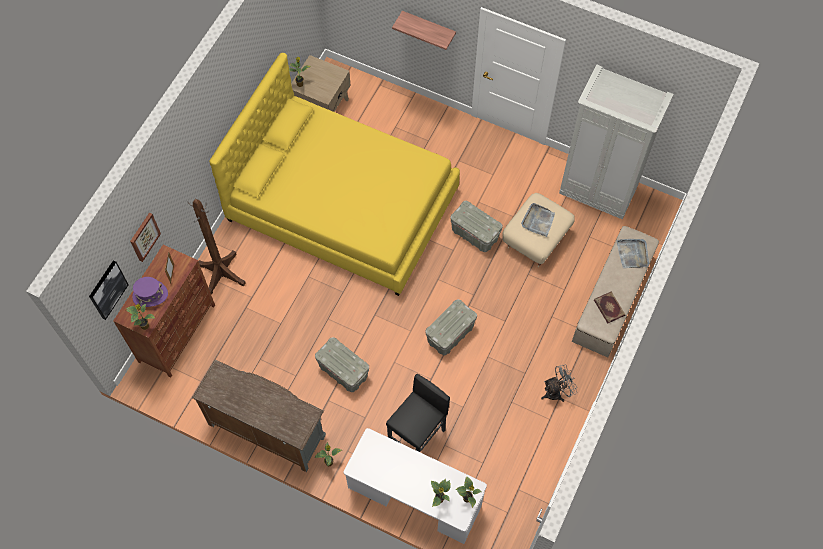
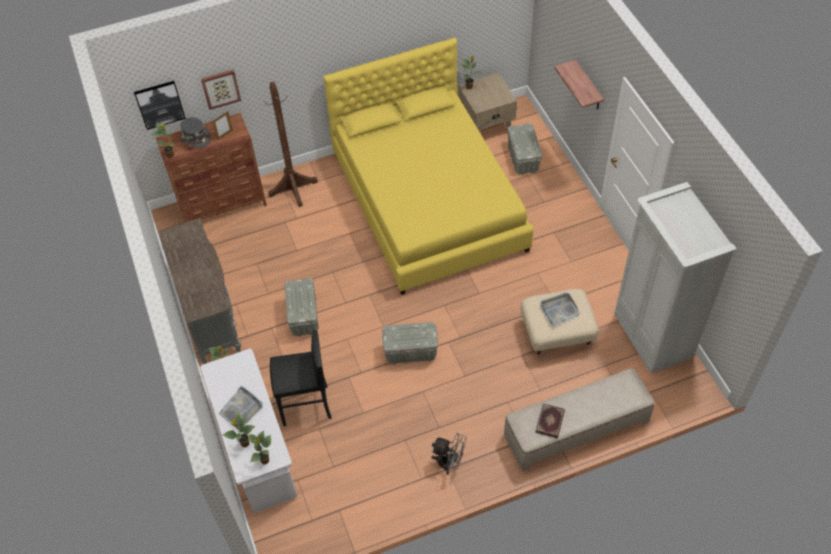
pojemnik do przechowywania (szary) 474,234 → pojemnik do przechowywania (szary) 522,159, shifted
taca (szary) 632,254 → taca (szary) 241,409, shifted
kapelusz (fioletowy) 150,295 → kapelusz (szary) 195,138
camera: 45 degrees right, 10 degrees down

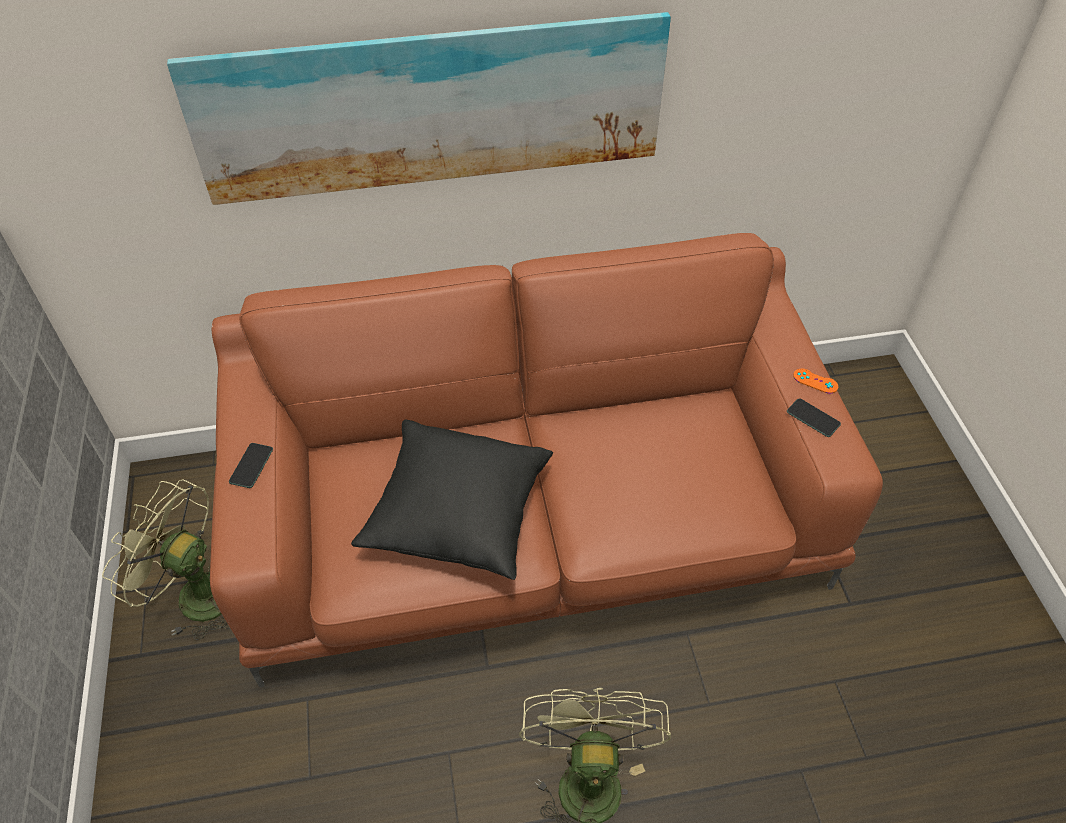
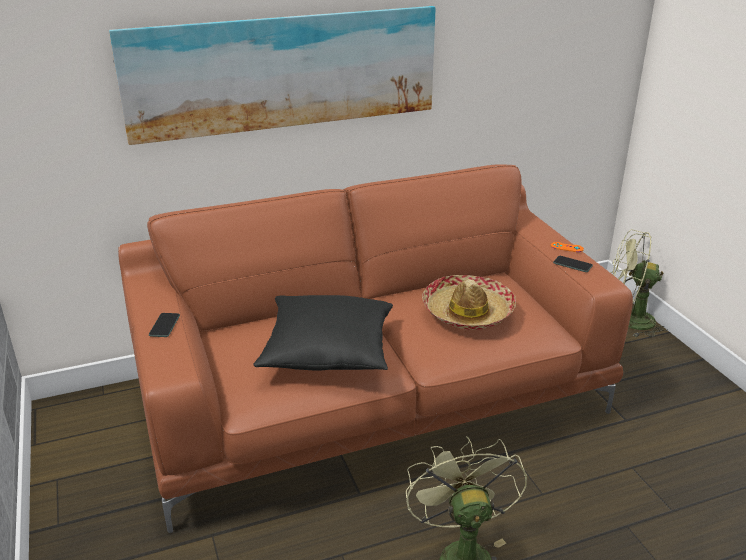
wentylator (zielony) 194,594 → wentylator (zielony) 628,320, shifted
- → kapelusz 468,312
camera: 10 degrees left, 20 degrees down

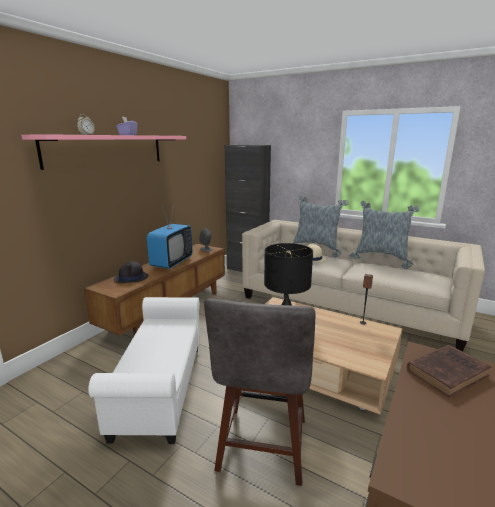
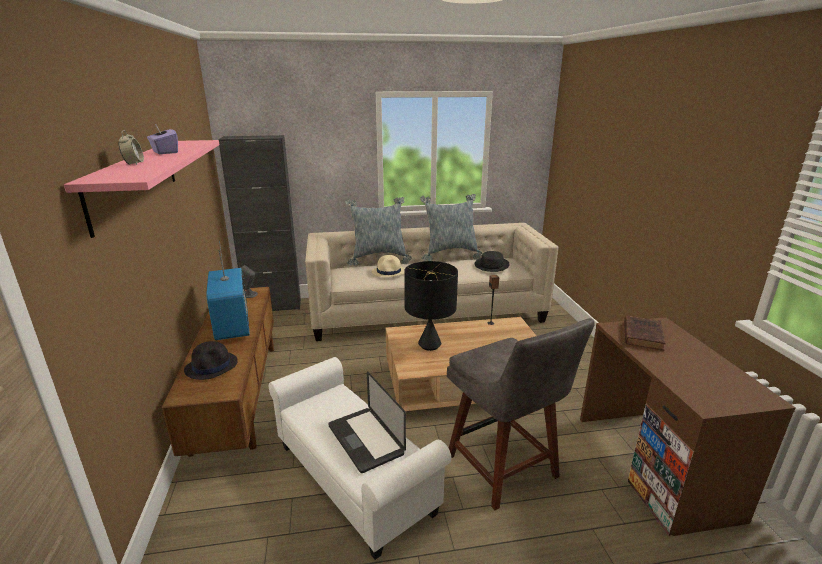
- → kapelusz (czarny) 492,265
- → laptop 365,440
camera: 40 degrees left, 5 degrees up

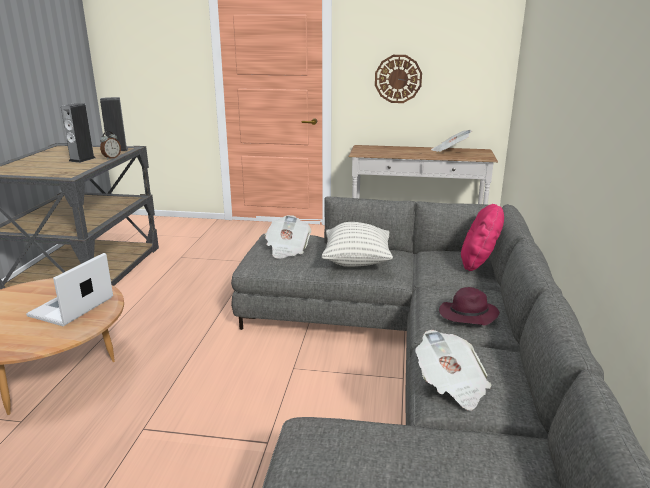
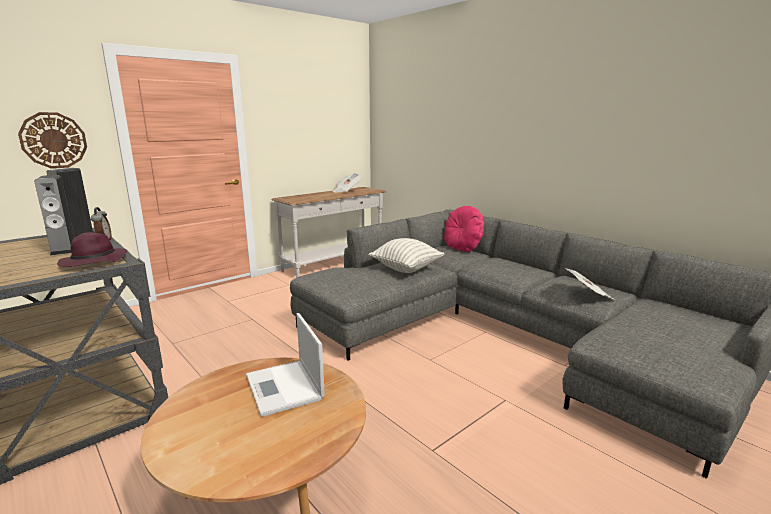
zegar ścienny 398,79 → zegar ścienny 54,140, shifted
gazeta 287,249 → -
kapelusz (fioletowy) 467,315 → kapelusz (fioletowy) 93,262, shifted
camera: 50 degrees left, 5 degrees down

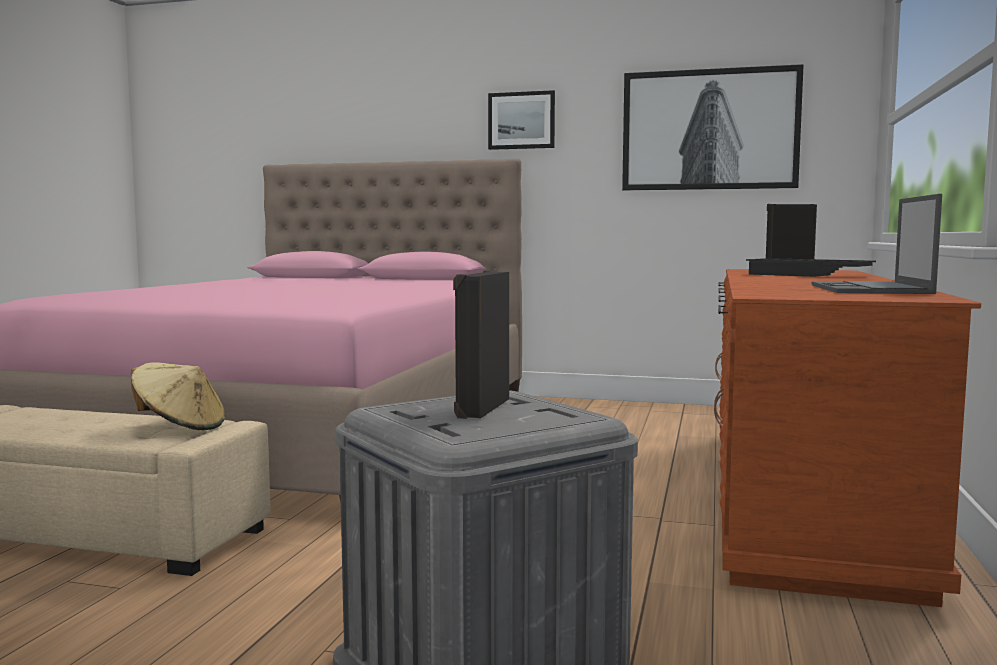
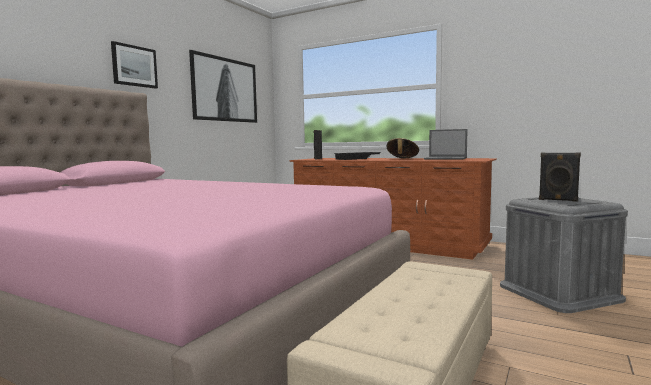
kapelusz (beżowy) 180,426 → kapelusz (beżowy) 402,158, shifted
camera: 75 degrees left, 0 degrees up

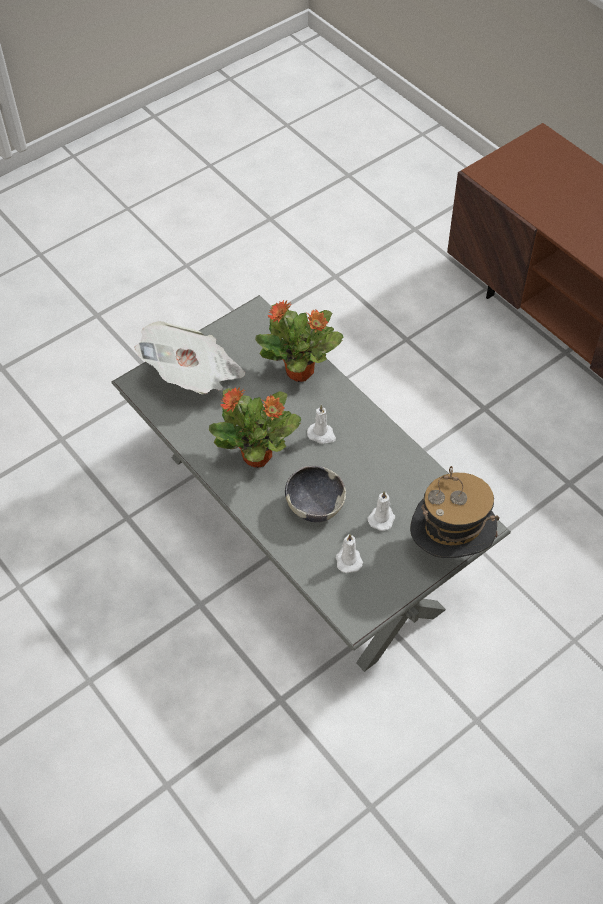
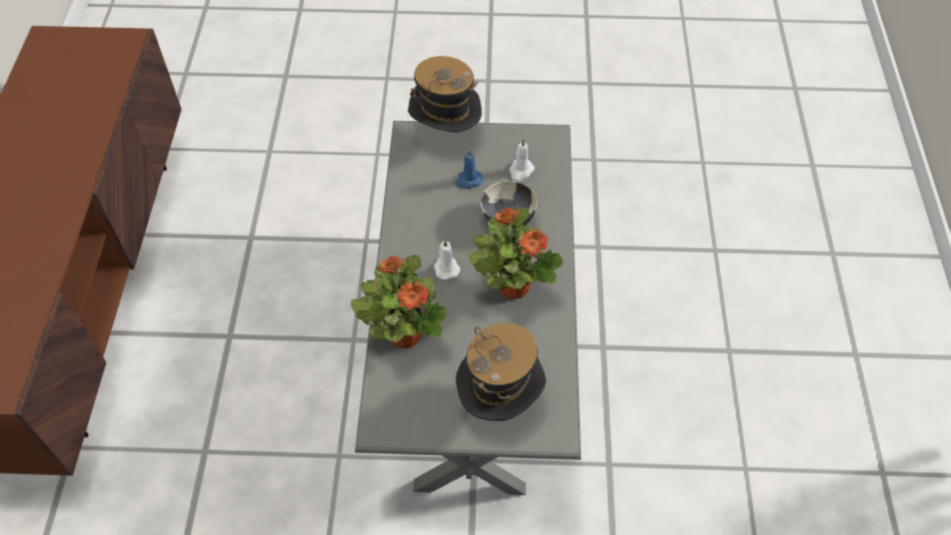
gazeta 193,375 → kapelusz 500,402
świeca (biały) 382,518 → świeca (niebieski) 468,180
camera: 140 degrees left, 0 degrees up

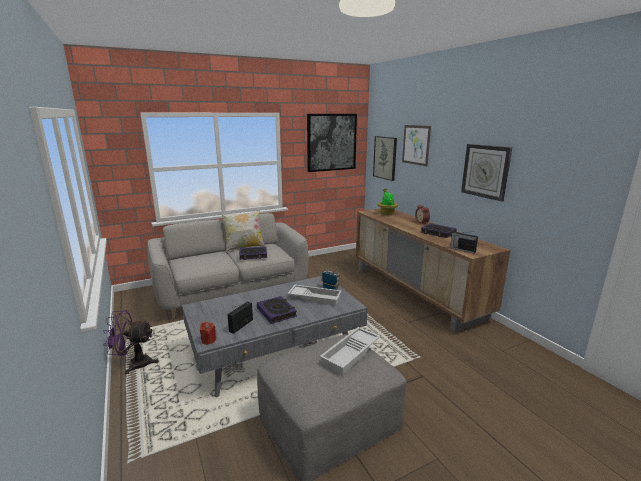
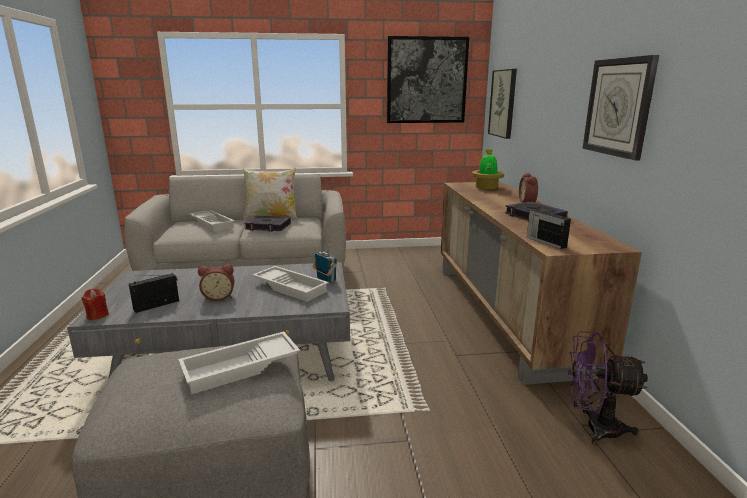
obraz 416,145 → -
książka 276,312 → budzik 219,297
wentylator (fioletowy) 134,364 → wentylator (fioletowy) 593,427, shifted
- → taca (biały) 213,224
camera: 20 degrees right, 0 degrees up

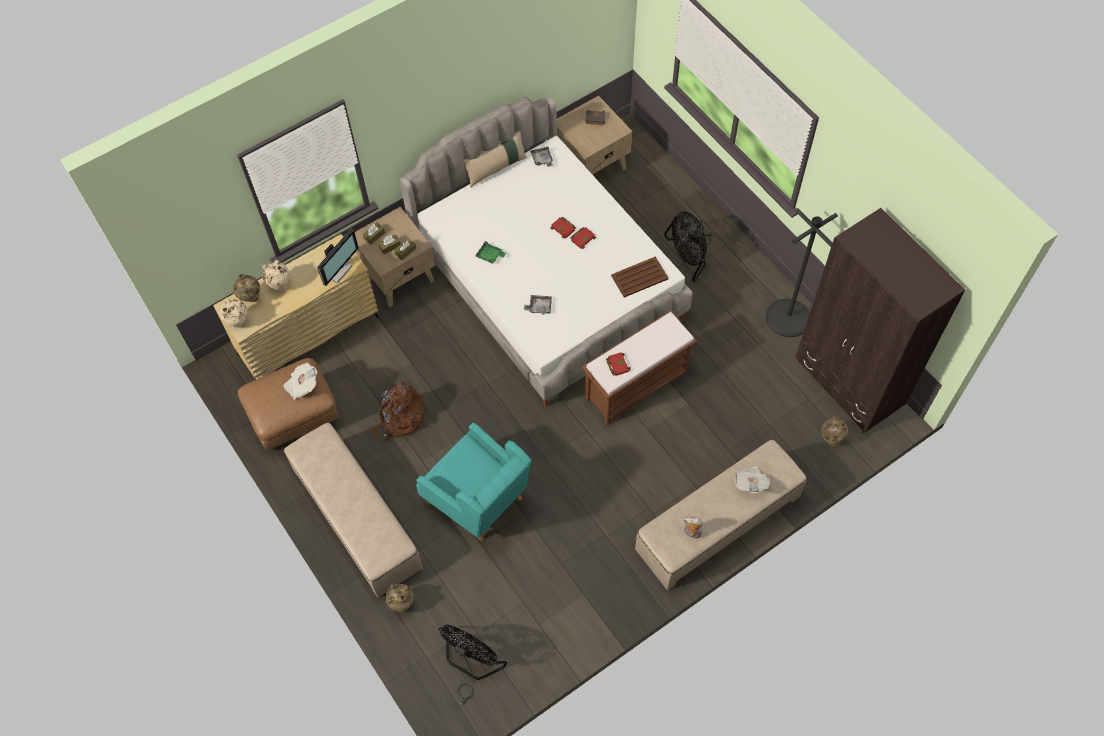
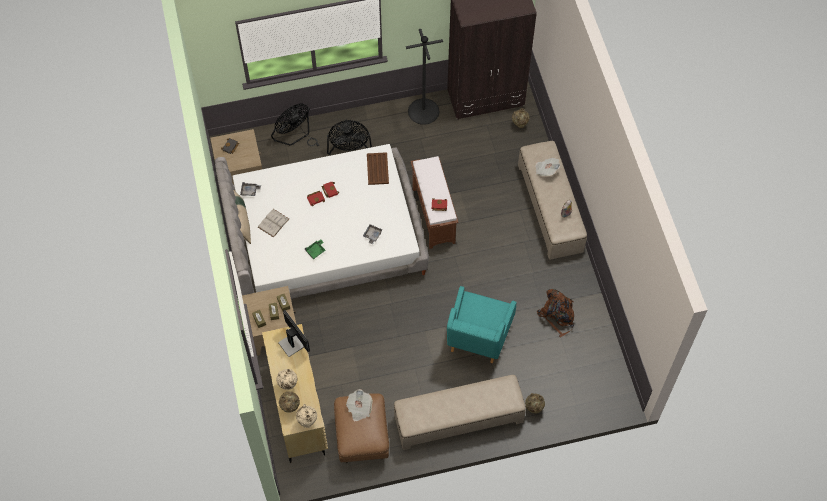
plecak (brązowy) 400,418 → plecak (brązowy) 557,315, shifted
fotel (turkusowy) 479,500 → fotel (turkusowy) 478,338, 135 degrees clockwise
wentylator (czarny) 470,664 → wentylator (czarny) 297,135, shifted
- → książka (biały) 273,223
camera: 70 degrees left, 0 degrees up

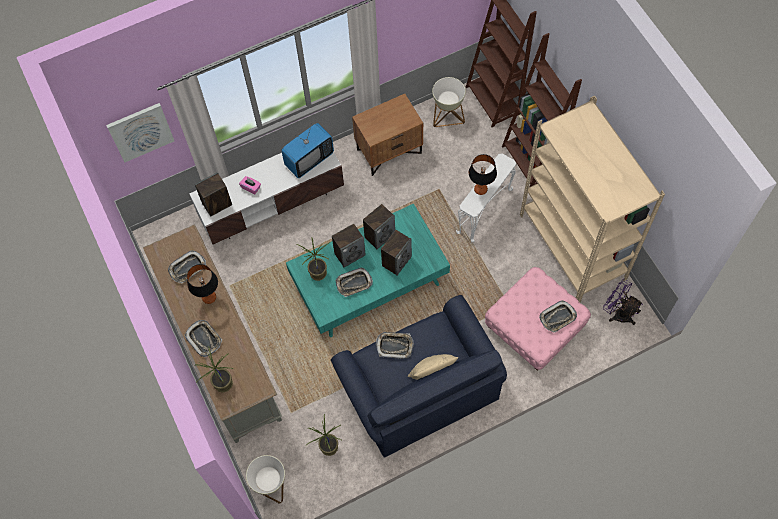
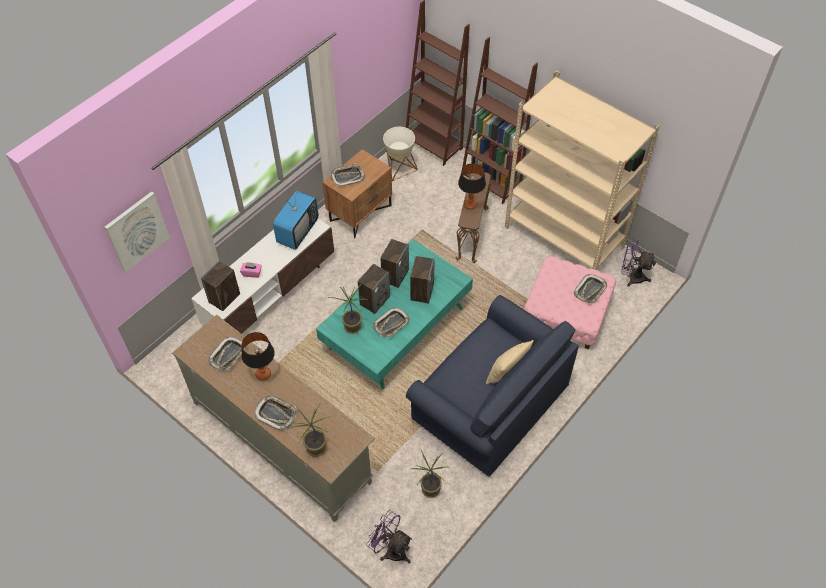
stolik (biały) 484,211 → stolik (brązowy) 472,234
taca 394,346 → taca 348,176, shifted
donica 271,487 → wentylator (fioletowy) 391,549
camera: 25 degrees left, 10 degrees down

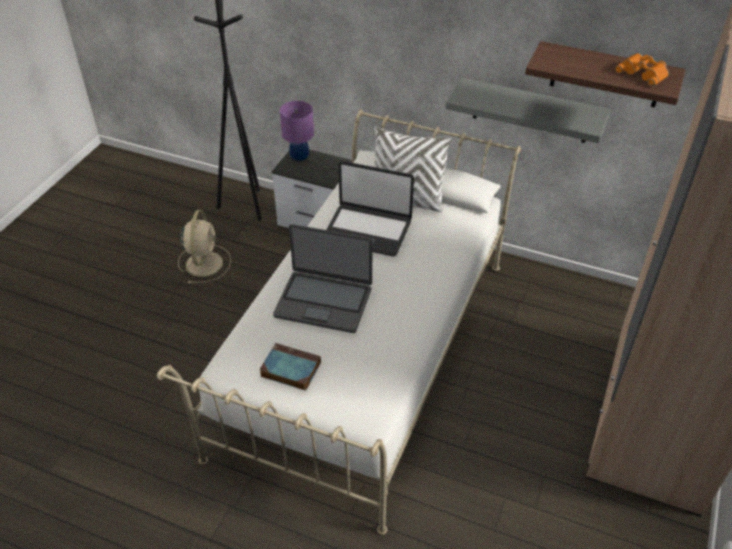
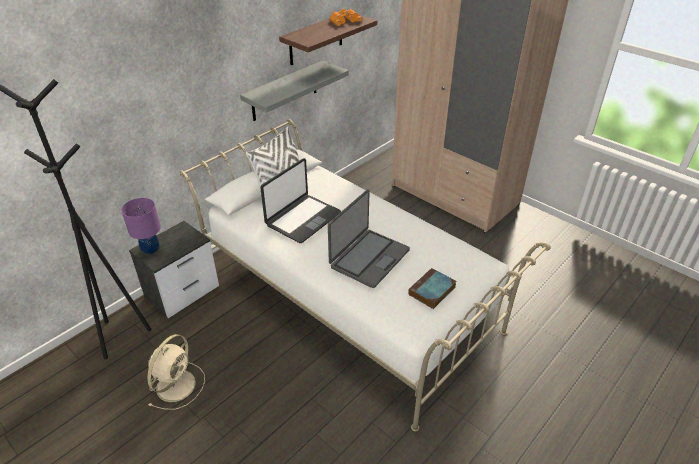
wentylator (beżowy) 204,262 → wentylator (beżowy) 177,384, 90 degrees clockwise
camera: 70 degrees left, 5 degrees down

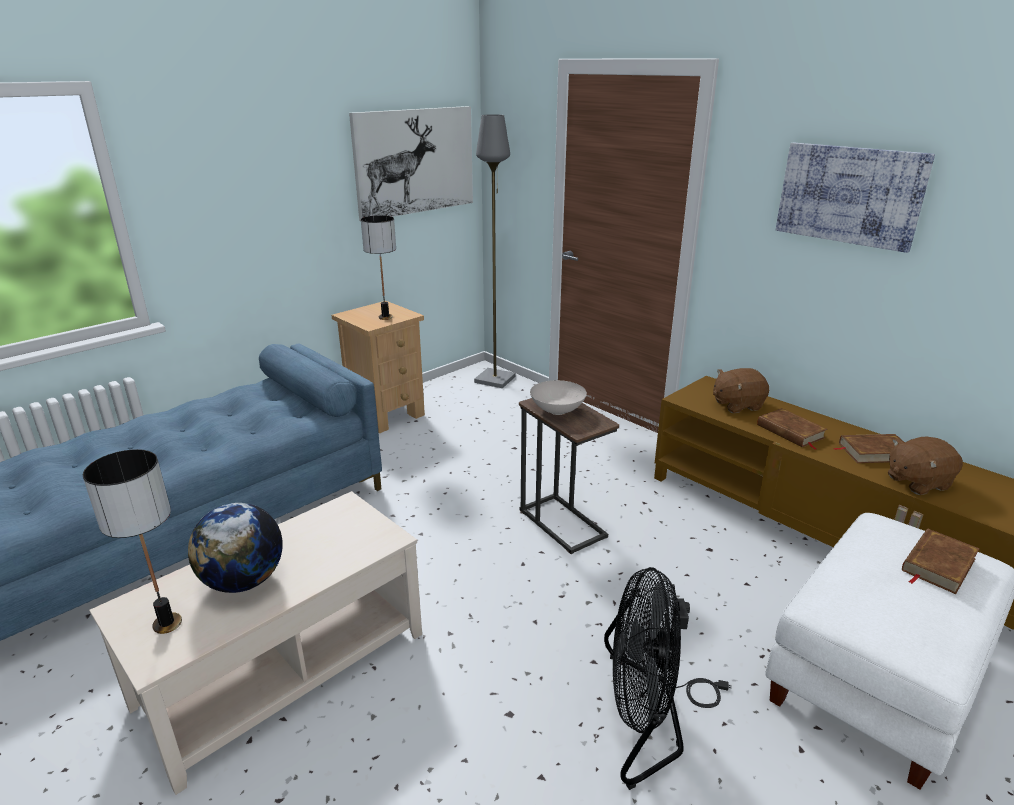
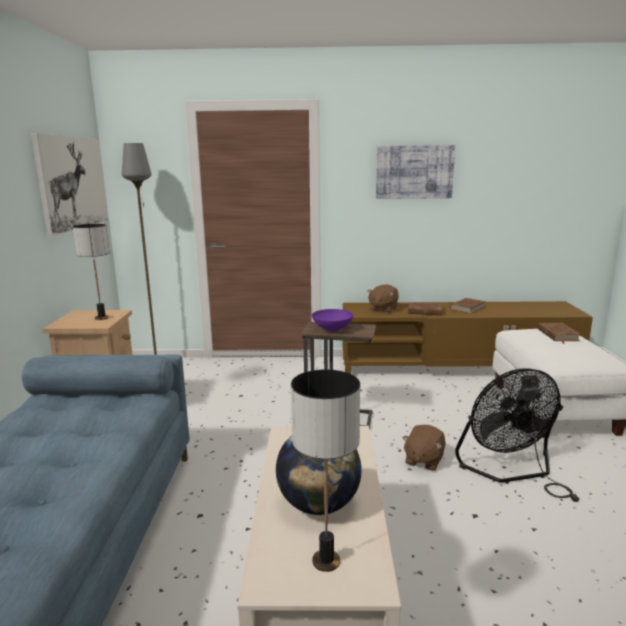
miska (biały) 557,411 → miska (fioletowy) 333,329
pluszak (brązowy) 917,482 → pluszak (brązowy) 423,460, shifted
wentylator (czarny) 651,712 → wentylator (czarny) 519,471, 120 degrees clockwise
camera: 45 degrees left, 10 degrees down

